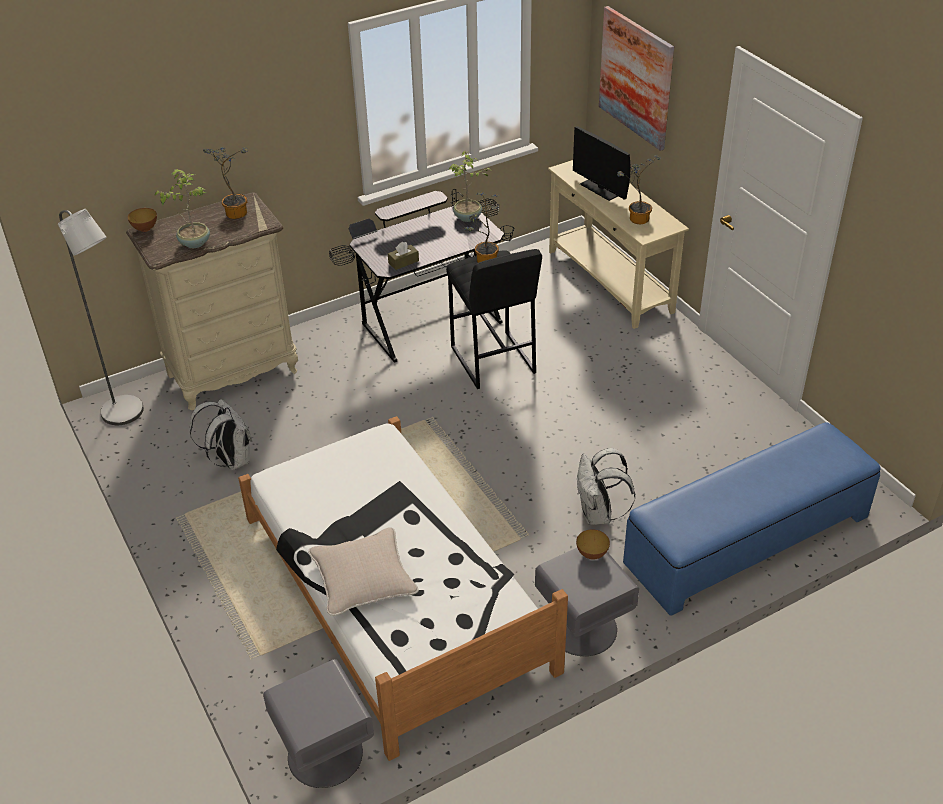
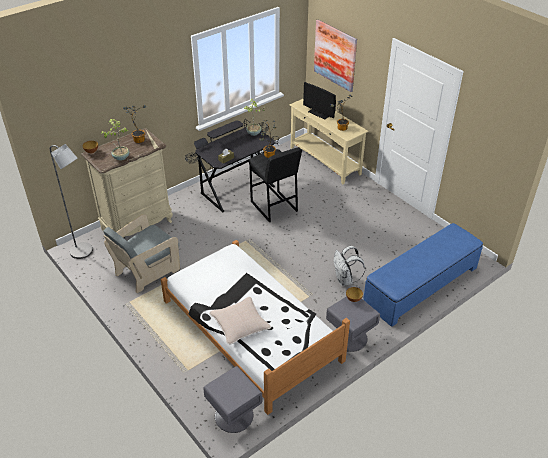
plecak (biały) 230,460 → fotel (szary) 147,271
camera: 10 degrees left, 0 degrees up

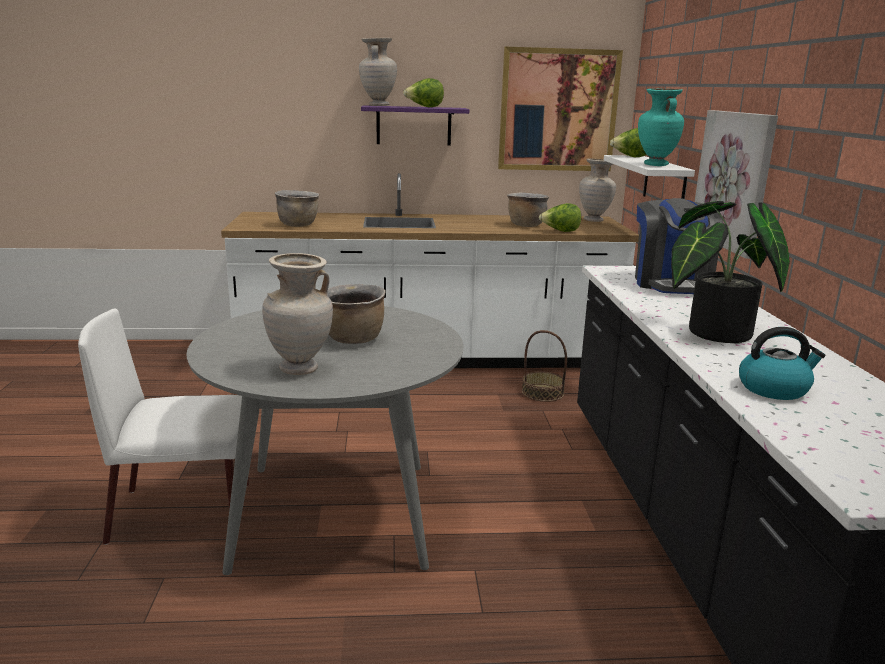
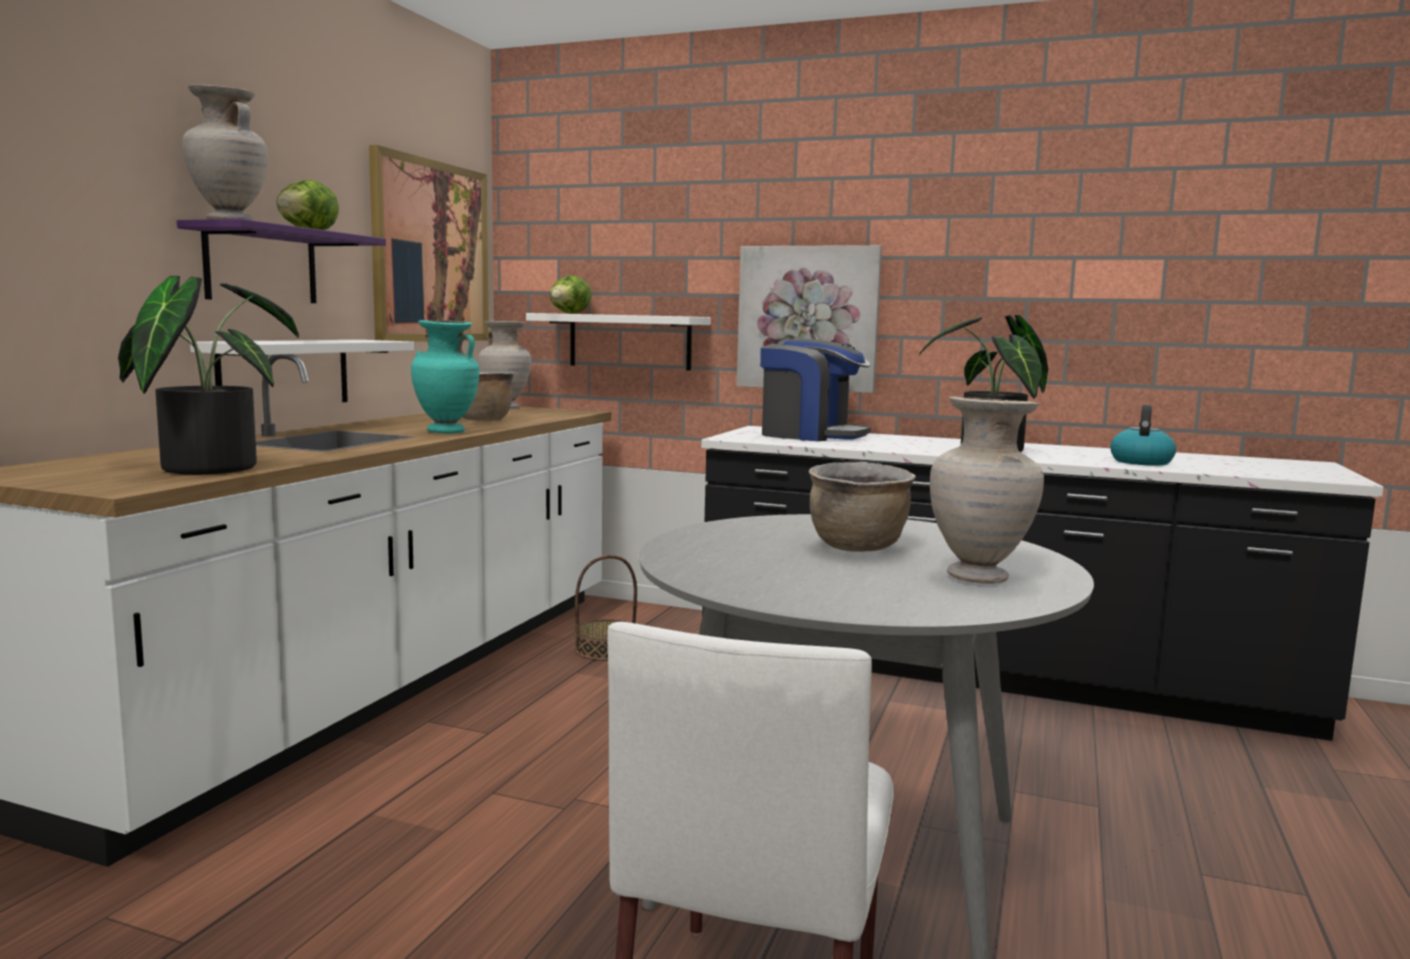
wazon (turkusowy) 655,165 → wazon (turkusowy) 446,432, shifted
garnek (brązowy) 298,225 → roślina doniczkowa 207,467
sałata 560,231 → -
- → półka (biały) 285,374
camera: 65 degrees left, 10 degrees down

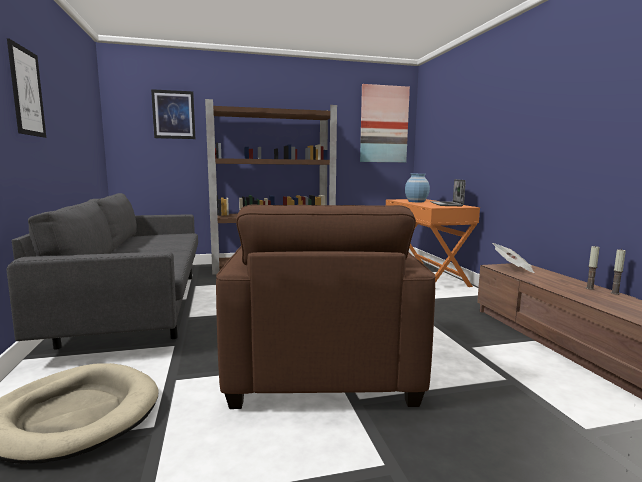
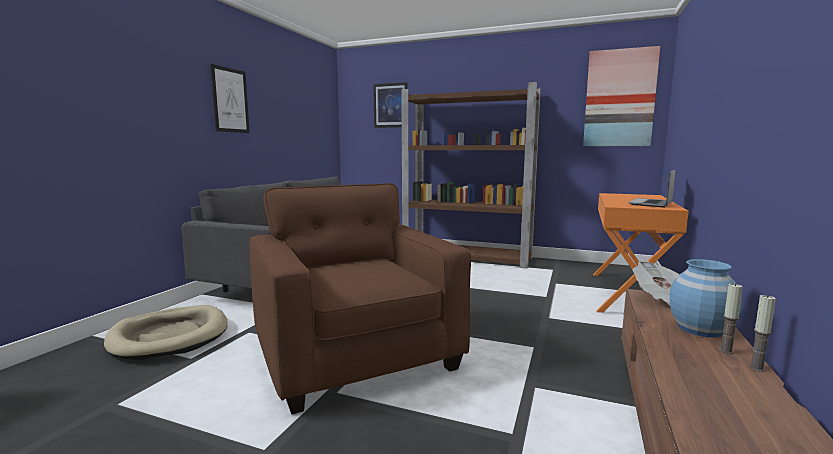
wazon (niebieski) 416,201 → wazon (niebieski) 700,329, shifted
fotel (brązowy) 321,365 → fotel (brązowy) 356,355, 120 degrees clockwise
camera: 35 degrees right, 0 degrees up

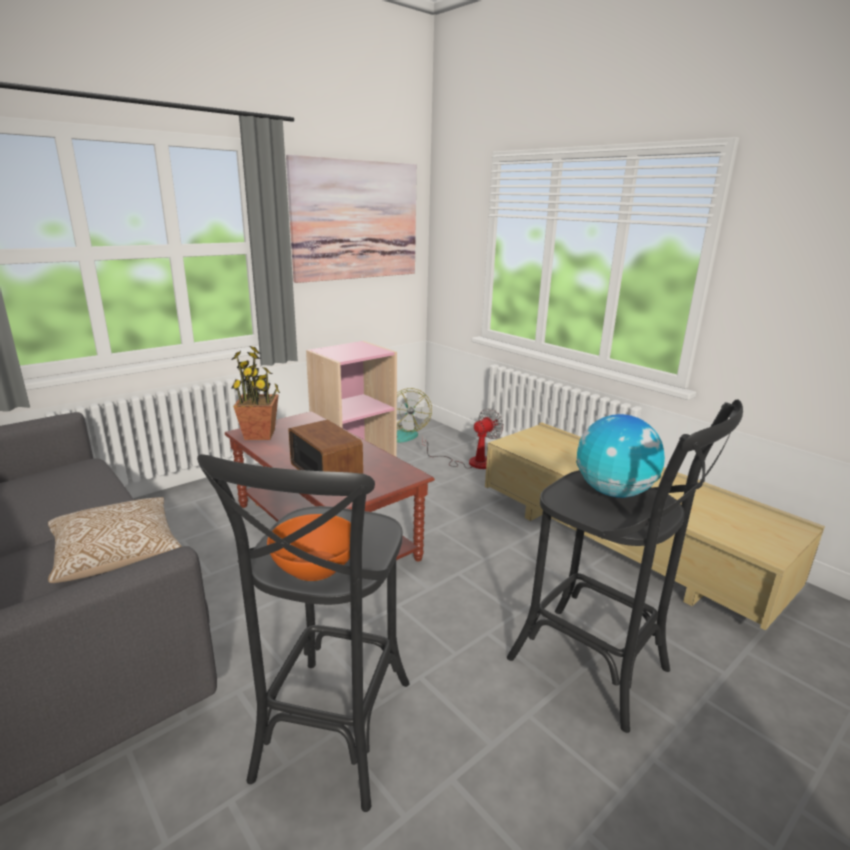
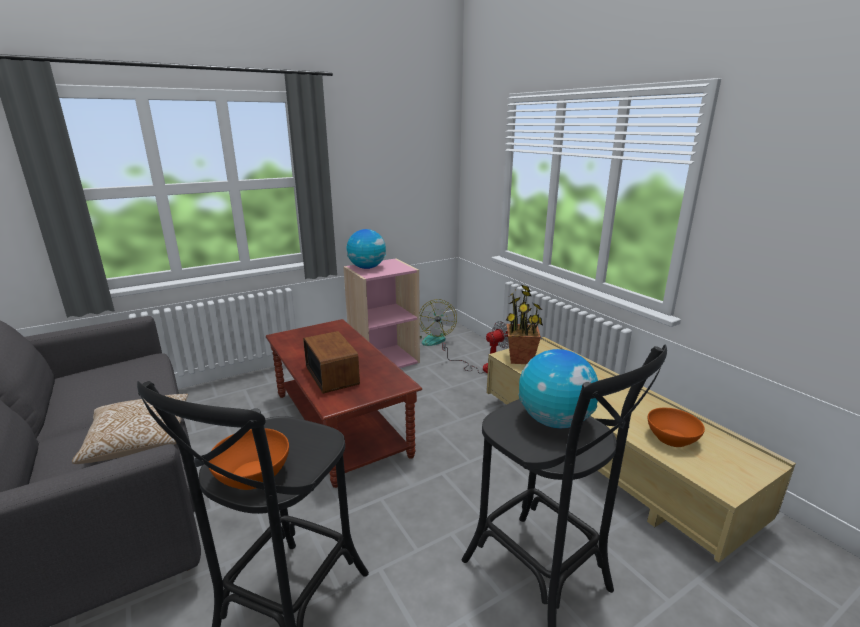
obraz 356,220 → -
roślina doniczkowa 260,435 → roślina doniczkowa 521,359, shifted
- → globus 367,268
- → miska (pomarańczowy) 672,438
camera: 10 degrees right, 0 degrees up

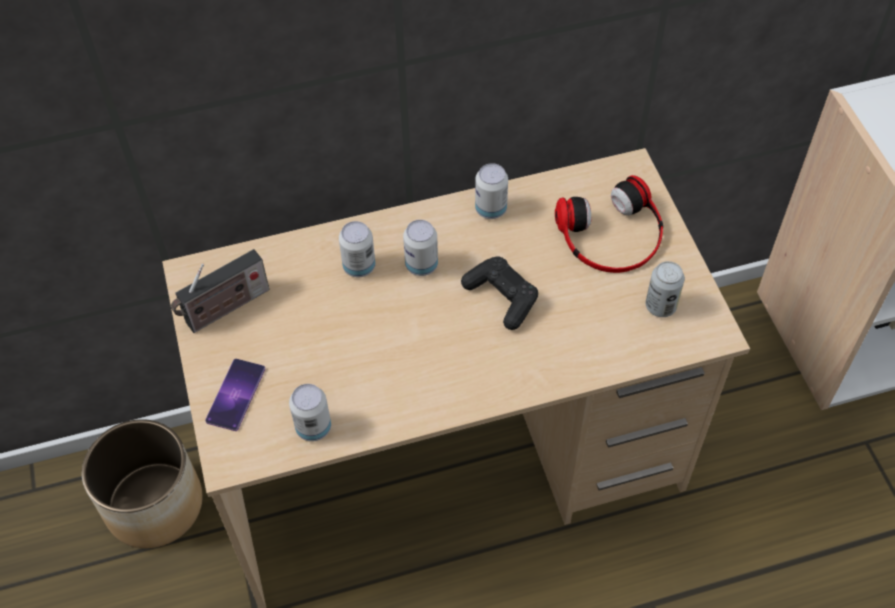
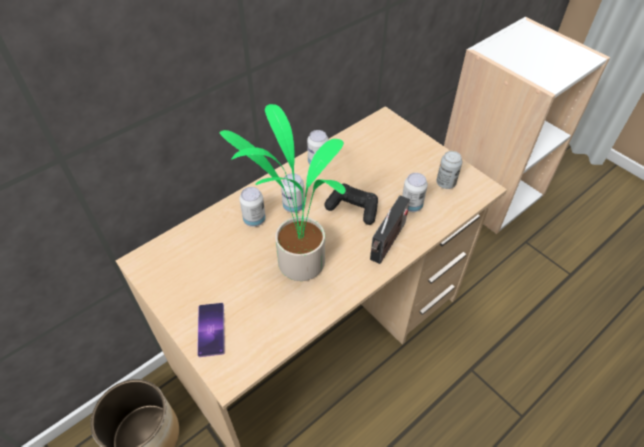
słuchawki 612,236 → -
radio 224,309 → radio 387,243, shifted
puszka 313,428 → puszka 411,205, shifted
- → roślina doniczkowa 298,262
camera: 25 degrees left, 5 degrees down

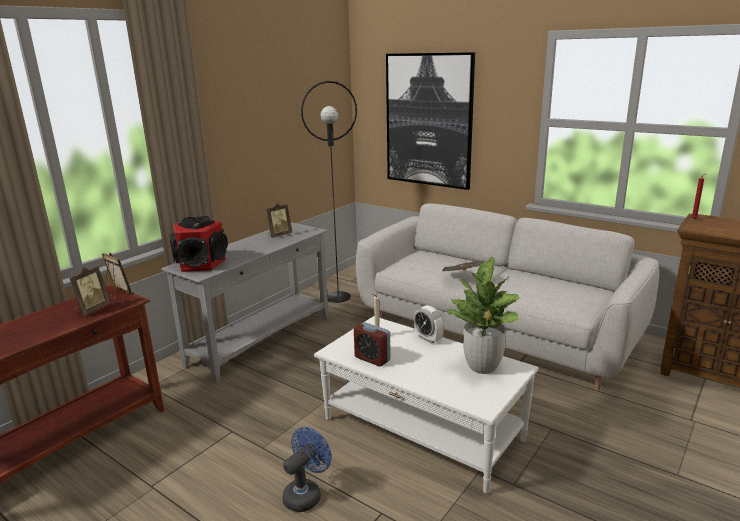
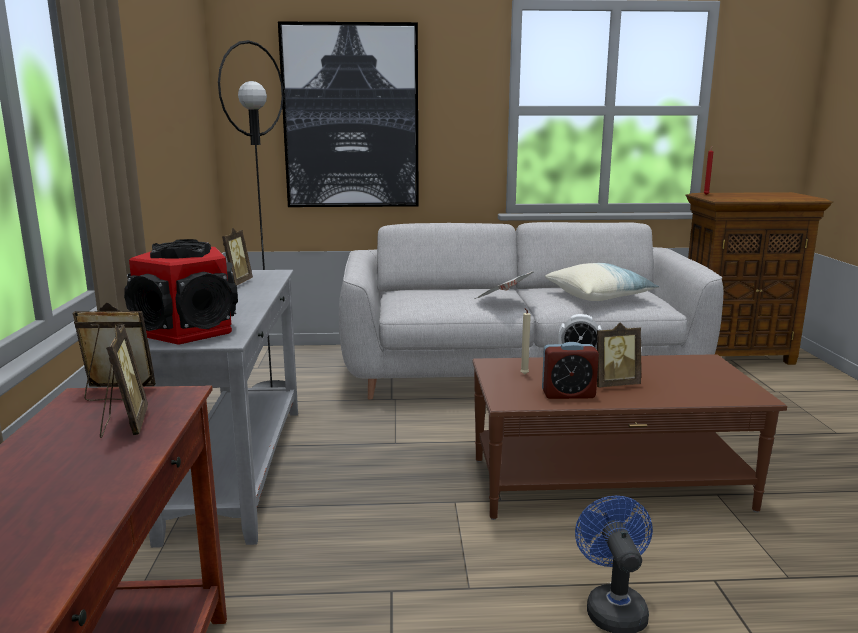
roślina doniczkowa 482,367 → -
ława (biały) 423,430 → ława (brązowy) 609,484
- → poduszka 599,296
- → ramka na zdjęcie 614,384
camera: 40 degrees left, 5 degrees down

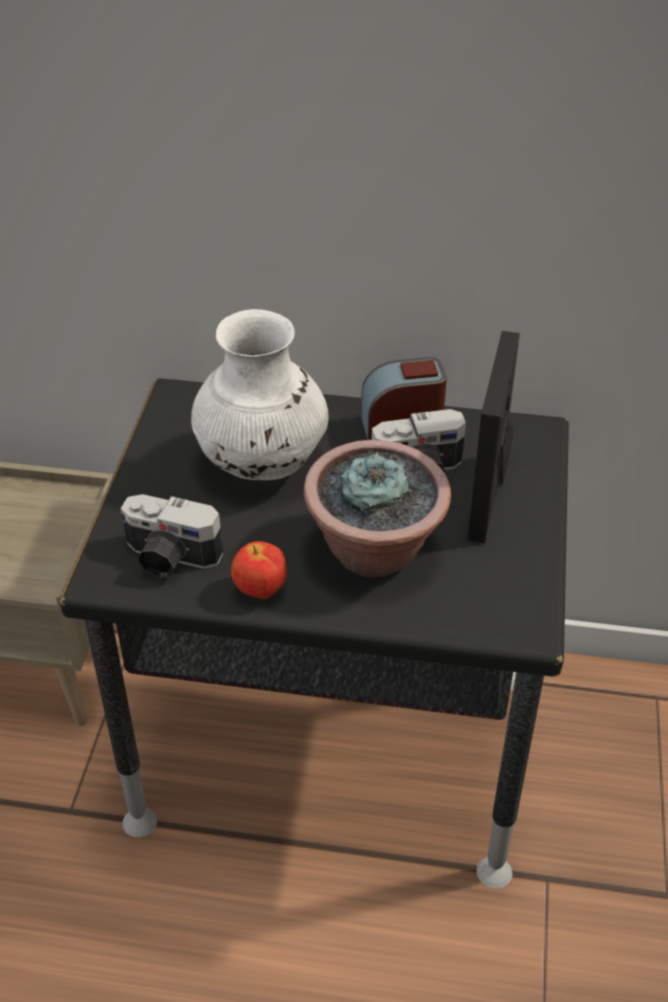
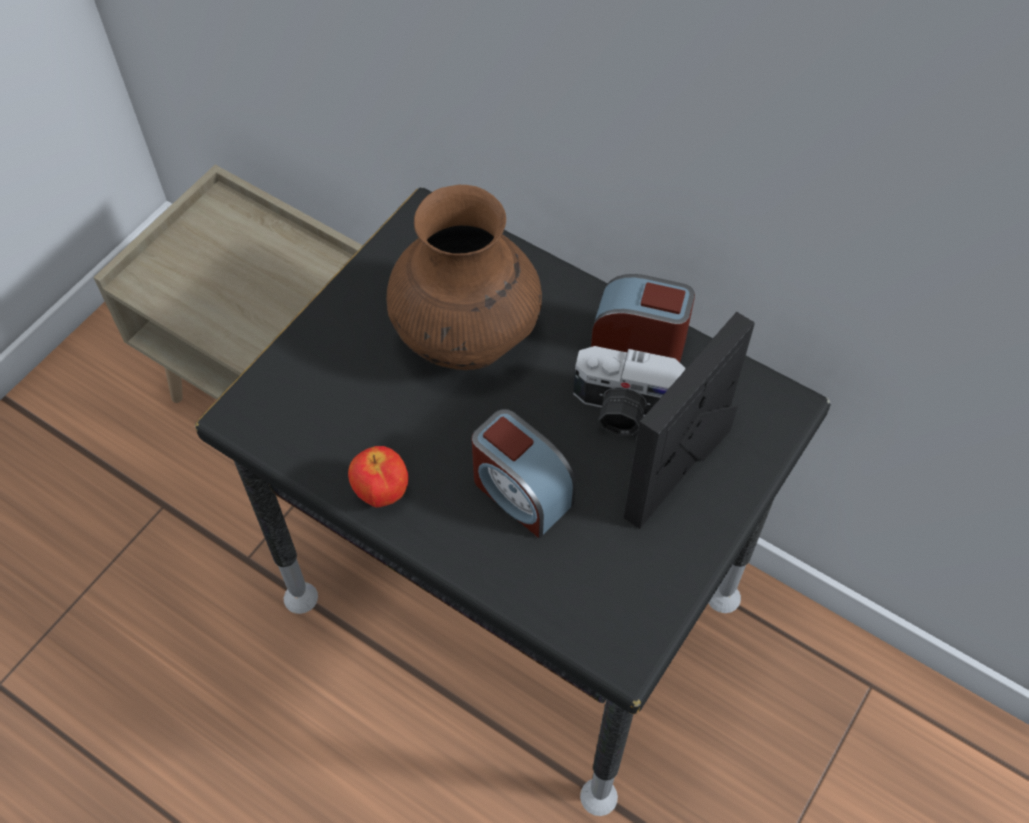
wazon (biały) 262,464 → wazon (brązowy) 466,338
roślina doniczkowa 375,551 → budzik 520,492
aparat fotograficzny 169,558 → -
camera: 25 degrees right, 15 degrees up

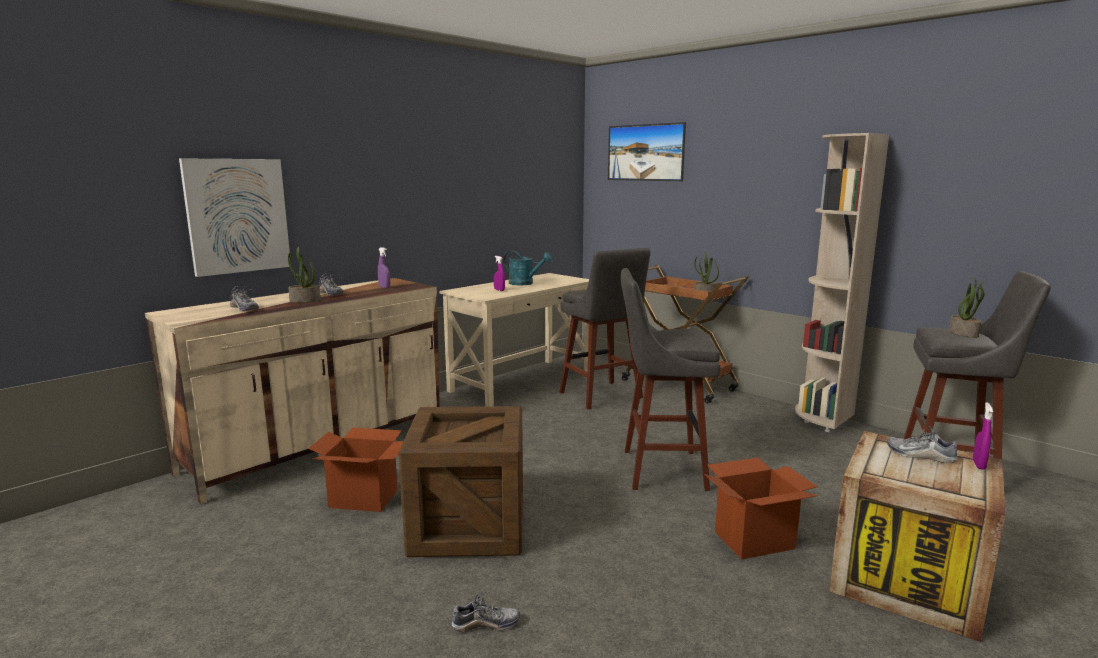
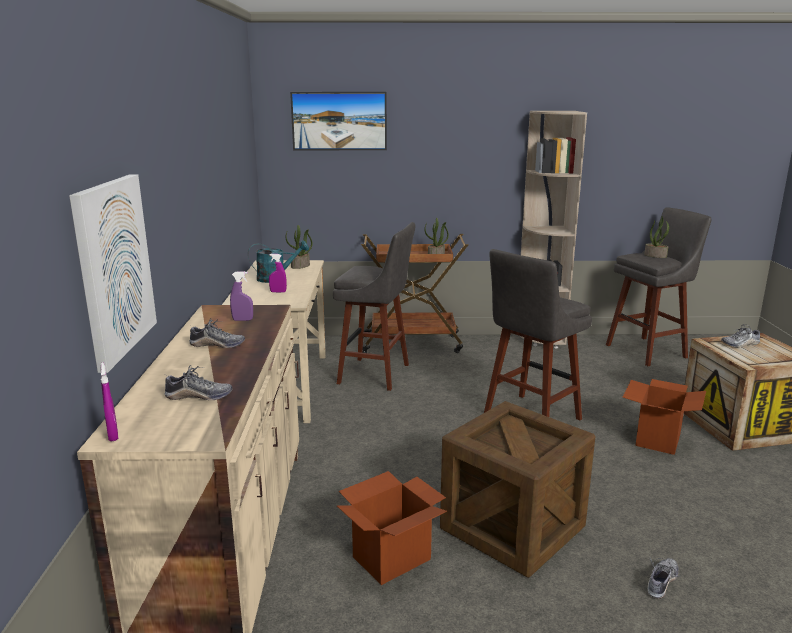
roślina doniczkowa 304,301 → roślina doniczkowa 300,266, shifted
spryskiwacz (fioletowy) 978,465 → spryskiwacz (fioletowy) 113,435, shifted
camera: 45 degrees left, 5 degrees up

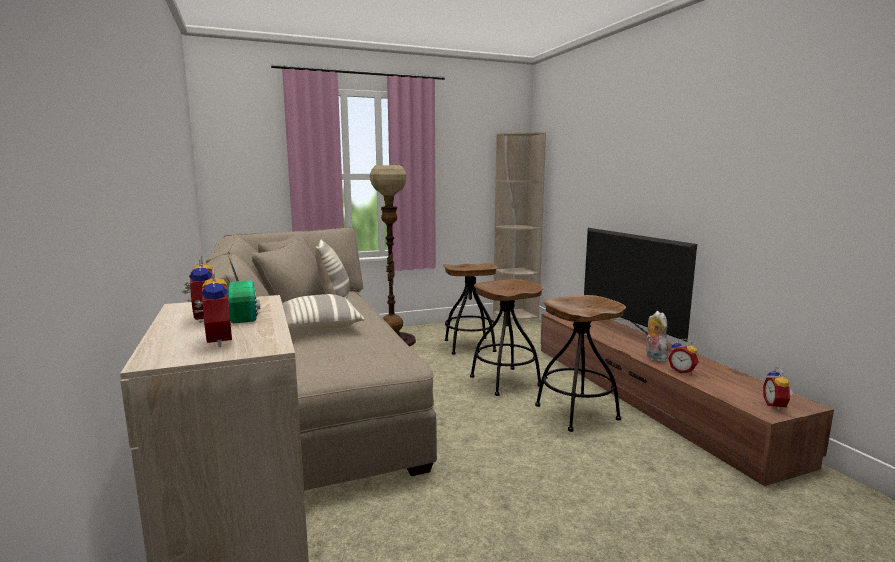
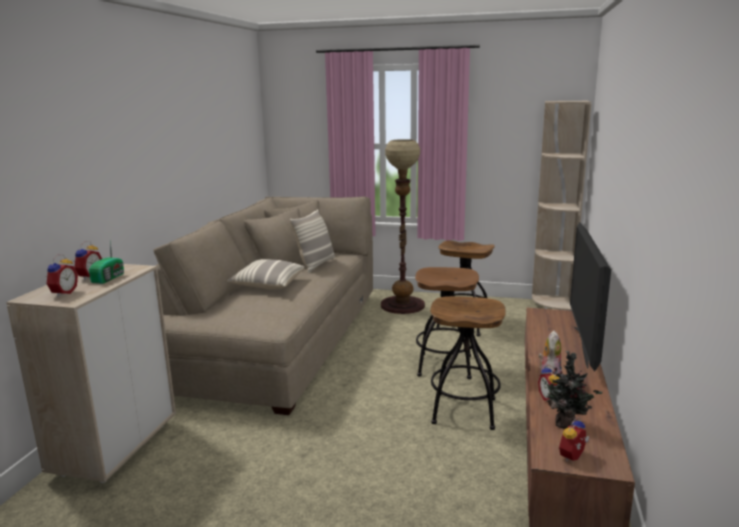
- → roślina doniczkowa 566,424
camera: 35 degrees right, 5 degrees up

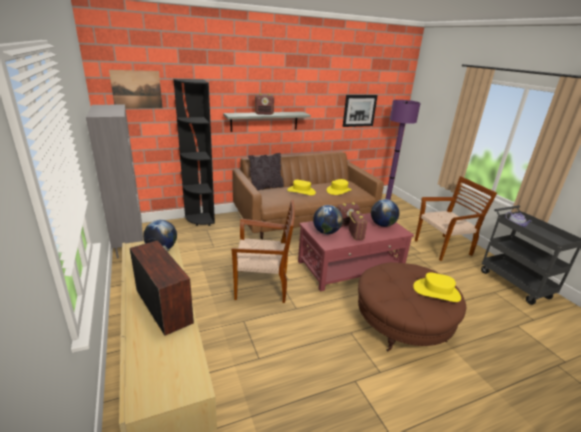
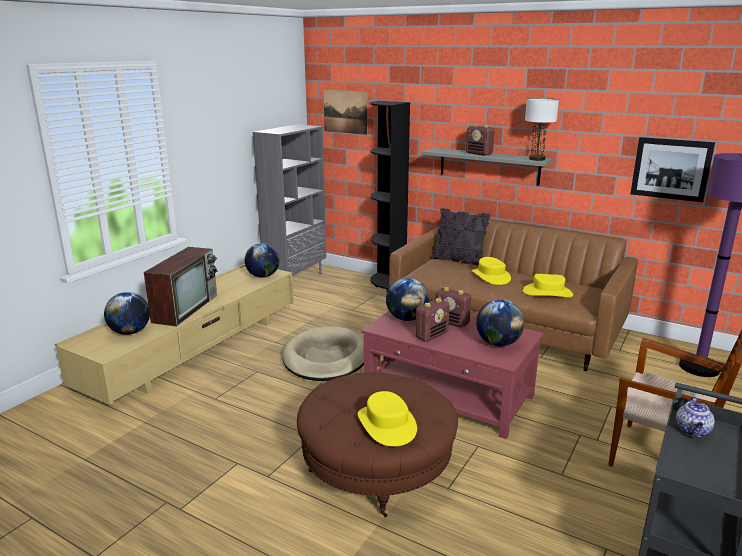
fotel (brązowy) 262,285 → legowisko (beżowy) 325,358
- → lampa stołowa 536,159
- → globus 130,332
camera: 55 degrees right, 5 degrees down

